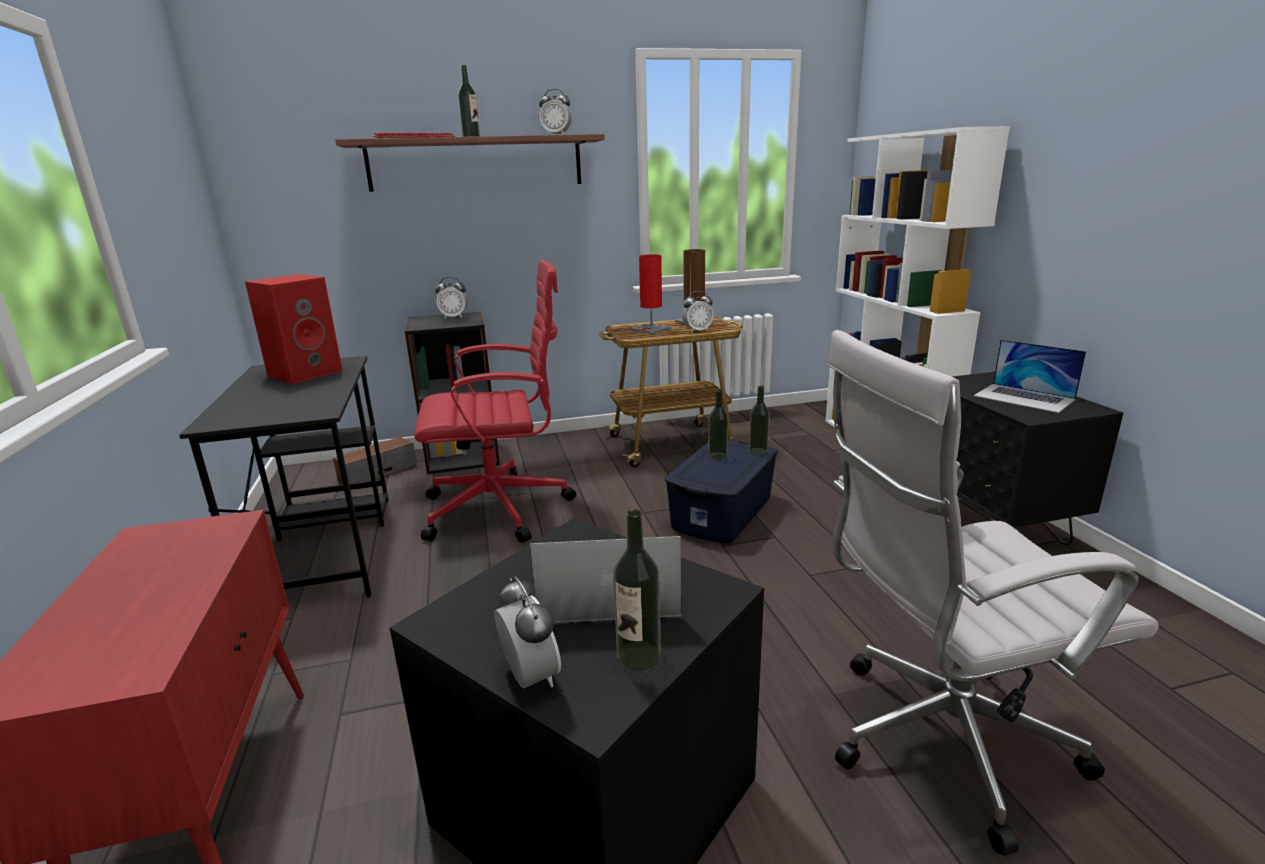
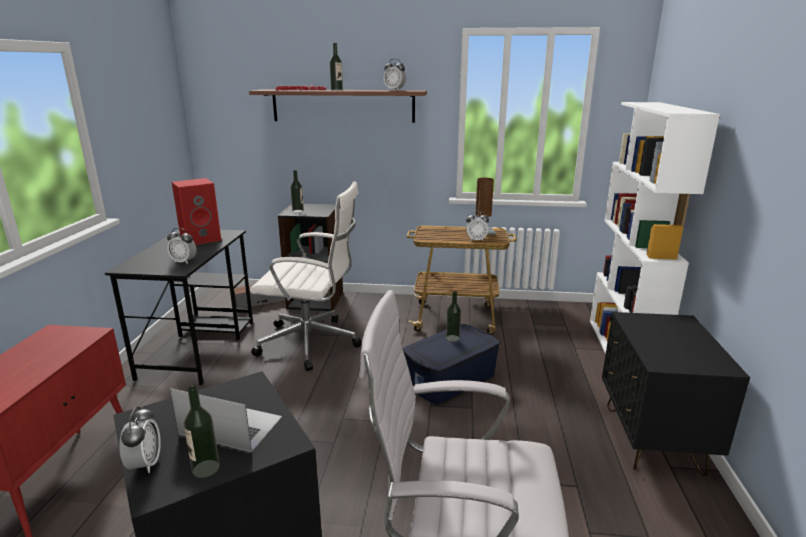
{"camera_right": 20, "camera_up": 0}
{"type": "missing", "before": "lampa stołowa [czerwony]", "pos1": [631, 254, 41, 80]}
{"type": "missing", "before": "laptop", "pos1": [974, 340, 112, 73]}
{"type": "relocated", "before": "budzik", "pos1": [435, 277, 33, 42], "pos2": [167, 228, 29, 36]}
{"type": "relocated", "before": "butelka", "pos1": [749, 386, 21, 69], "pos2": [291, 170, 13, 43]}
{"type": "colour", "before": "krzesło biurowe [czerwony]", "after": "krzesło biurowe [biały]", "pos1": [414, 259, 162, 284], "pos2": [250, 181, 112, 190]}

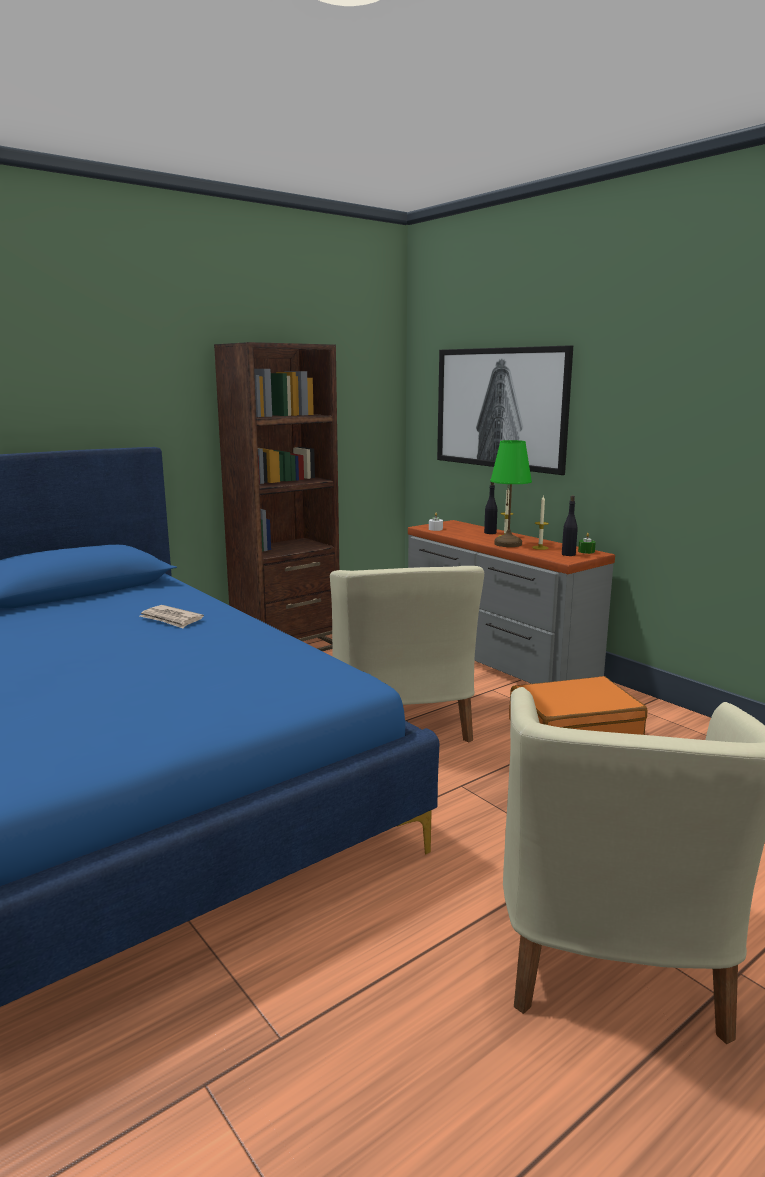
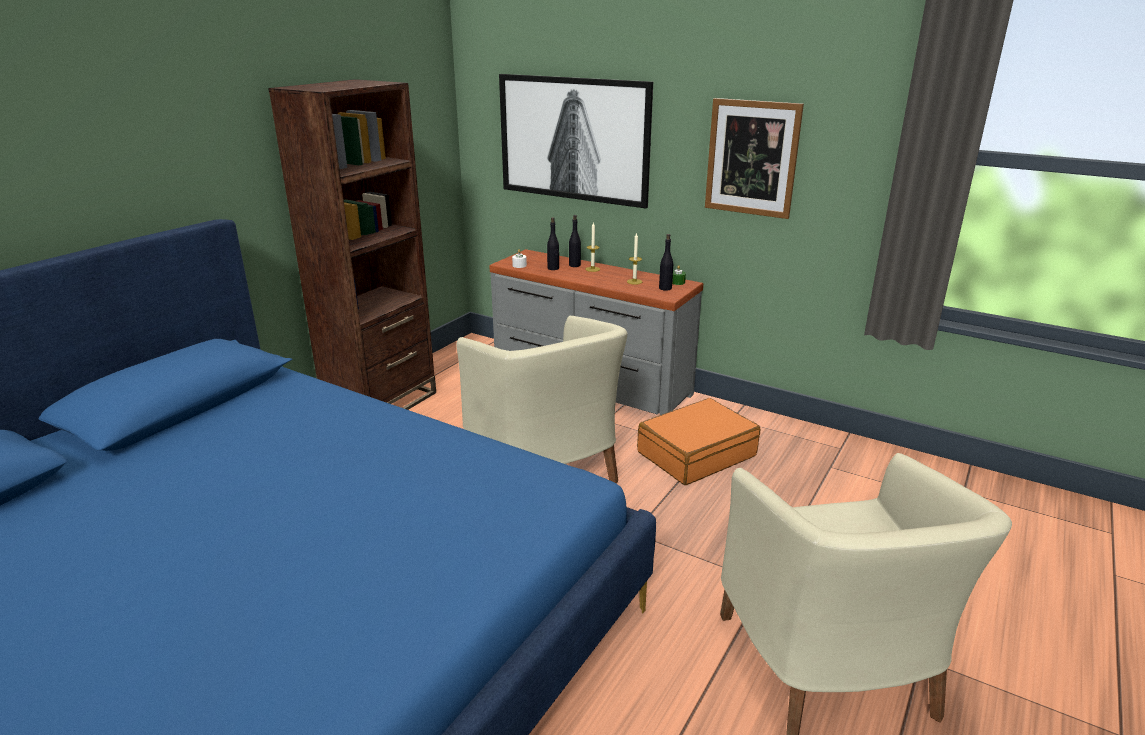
{"camera_right": -20, "camera_up": 10}
{"type": "missing", "before": "gazeta", "pos1": [140, 605, 64, 23]}
{"type": "missing", "before": "lampa stołowa [zielony]", "pos1": [490, 440, 42, 107]}
{"type": "appeared", "after": "butelka [czarny]", "pos2": [547, 217, 12, 53]}
{"type": "appeared", "after": "obraz", "pos2": [705, 98, 99, 121]}

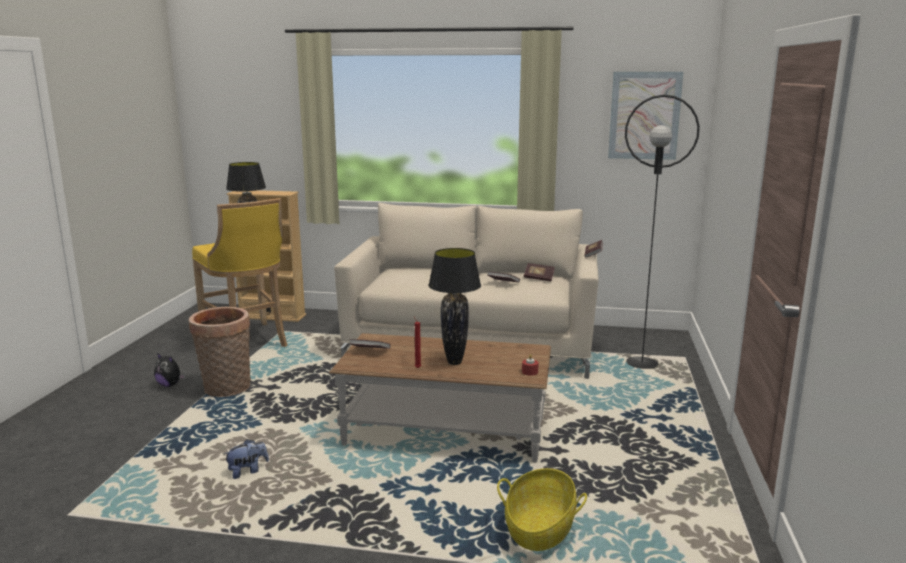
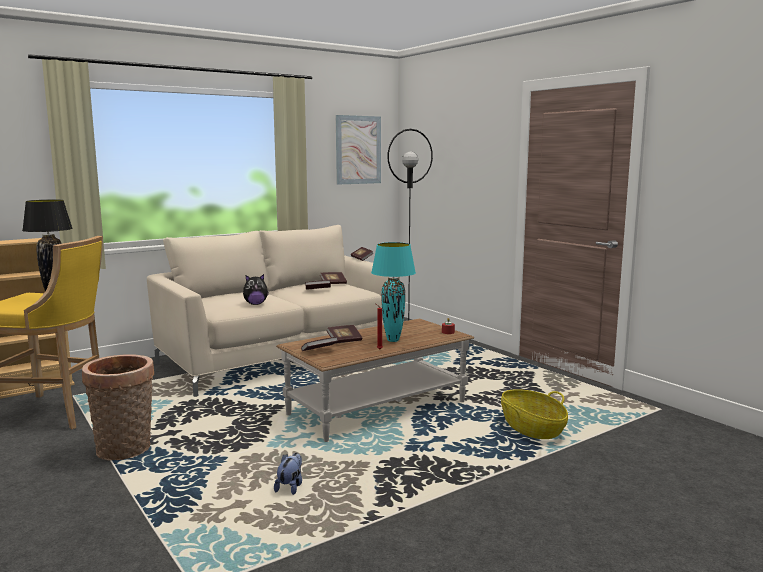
{"camera_right": -45, "camera_up": -5}
{"type": "appeared", "after": "książka", "pos2": [327, 325, 35, 19]}
{"type": "relocated", "before": "pluszak", "pos1": [154, 353, 31, 34], "pos2": [243, 274, 26, 31]}
{"type": "colour", "before": "lampa stołowa [czarny]", "after": "lampa stołowa [turkusowy]", "pos1": [428, 248, 53, 117], "pos2": [371, 242, 45, 100]}

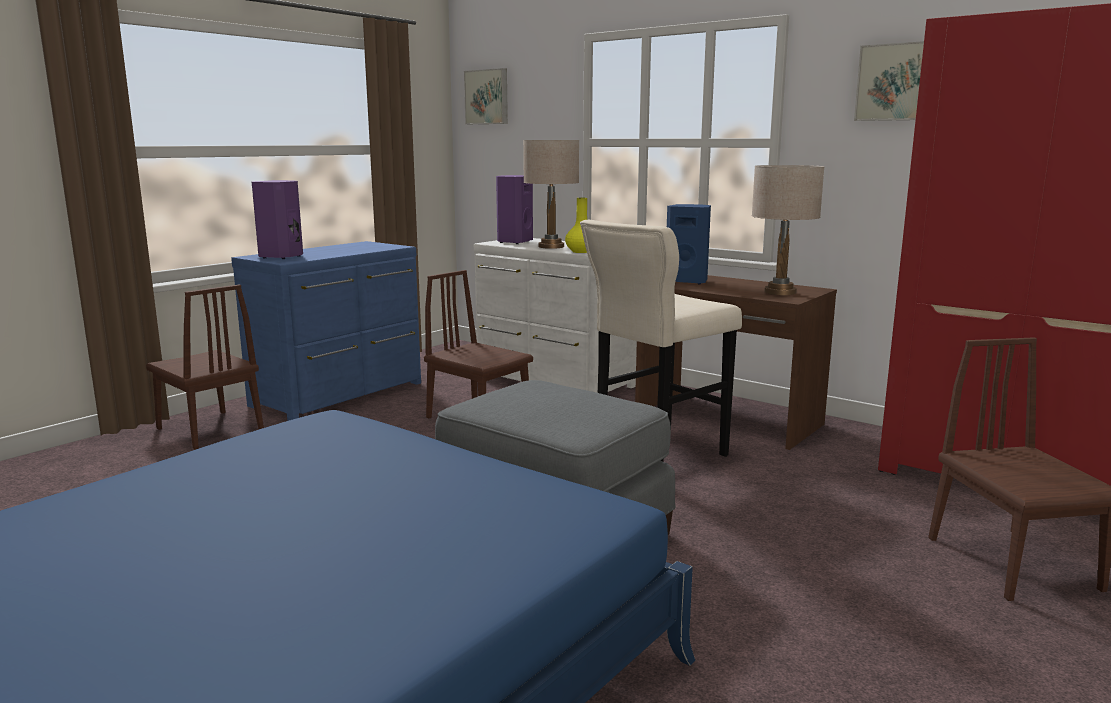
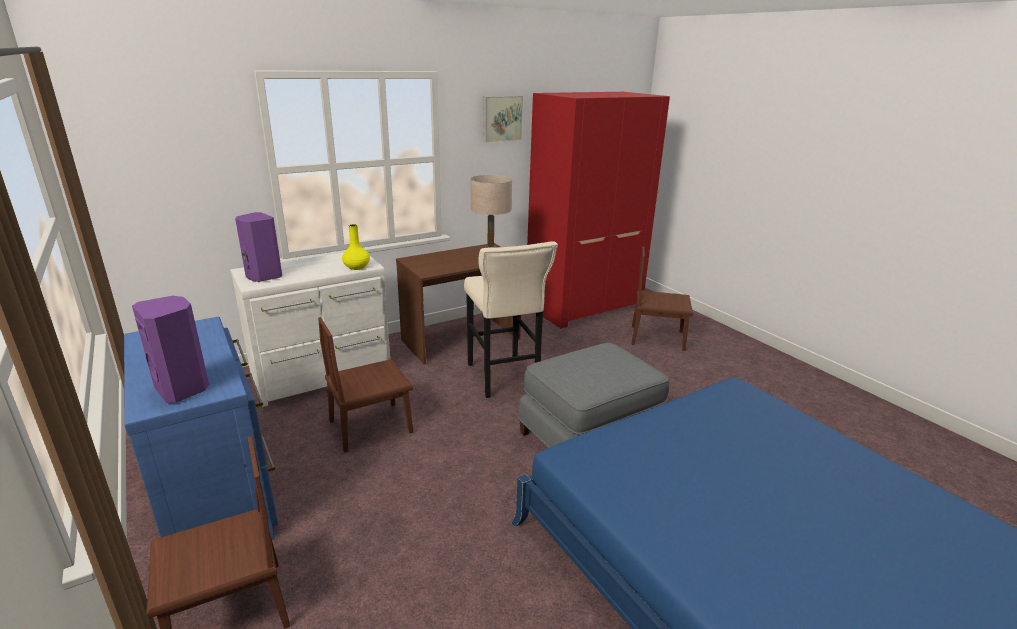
{"camera_right": -70, "camera_up": 10}
{"type": "missing", "before": "obraz", "pos1": [464, 68, 44, 56]}
{"type": "missing", "before": "lampa stołowa [beżowy]", "pos1": [523, 140, 56, 109]}
{"type": "missing", "before": "głośnik [niebieski]", "pos1": [667, 204, 44, 80]}

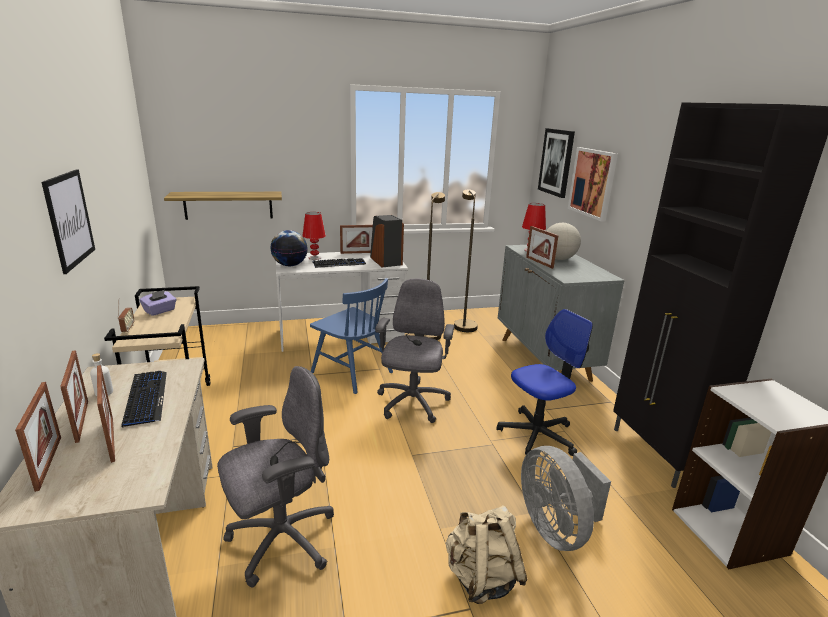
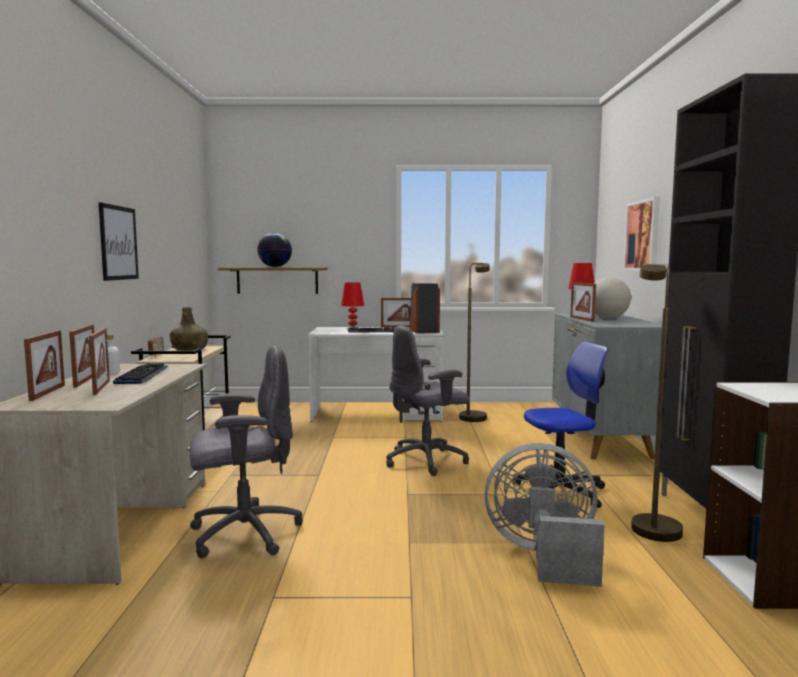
{"camera_right": 15, "camera_up": -15}
{"type": "missing", "before": "krzesło [niebieski]", "pos1": [310, 278, 83, 116]}
{"type": "missing", "before": "plecak [beżowy]", "pos1": [446, 505, 82, 99]}
{"type": "missing", "before": "obraz", "pos1": [538, 128, 37, 70]}
{"type": "relocated", "before": "globus", "pos1": [270, 230, 38, 36], "pos2": [257, 233, 35, 34]}
{"type": "relocated", "before": "lampa stojąca [brązowy]", "pos1": [454, 189, 24, 143], "pos2": [631, 264, 52, 278]}
{"type": "exchanged", "before": "pudełko chusteczek [fioletowy]", "after": "butelka [zielony]", "pos1": [140, 290, 36, 26], "pos2": [170, 307, 38, 44]}
{"type": "spun", "before": "krzesło biurowe [szary]", "pos1": [375, 279, 80, 144], "pos2": [386, 325, 84, 151], "turn": -135}
{"type": "spun", "before": "wentylator [szary]", "pos1": [521, 446, 90, 105], "pos2": [485, 443, 119, 144], "turn": 105}

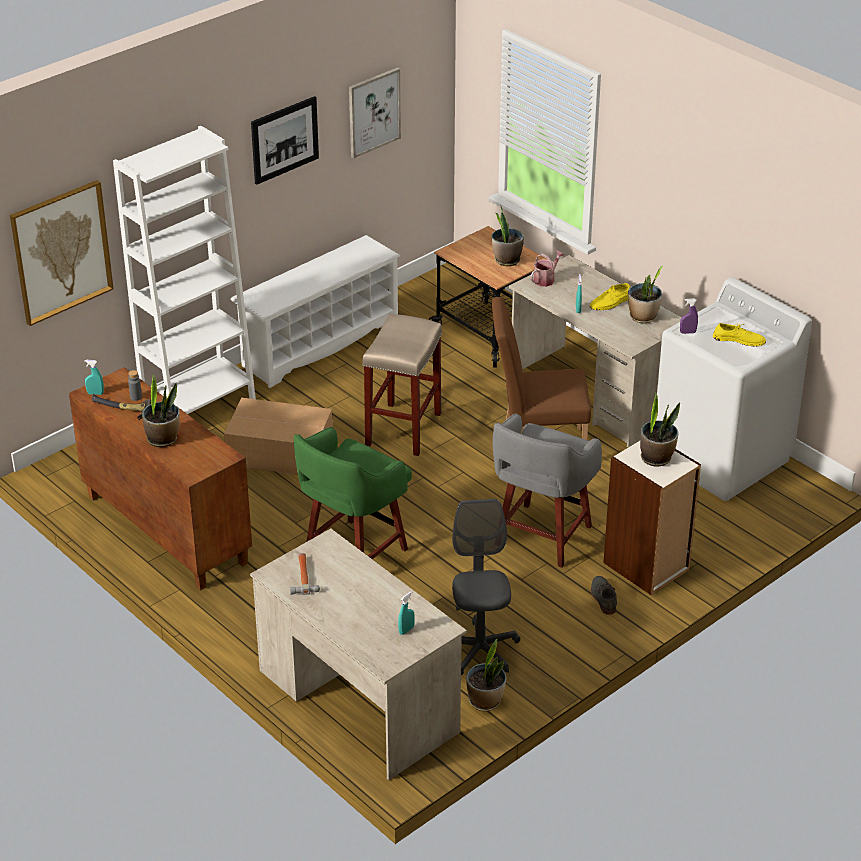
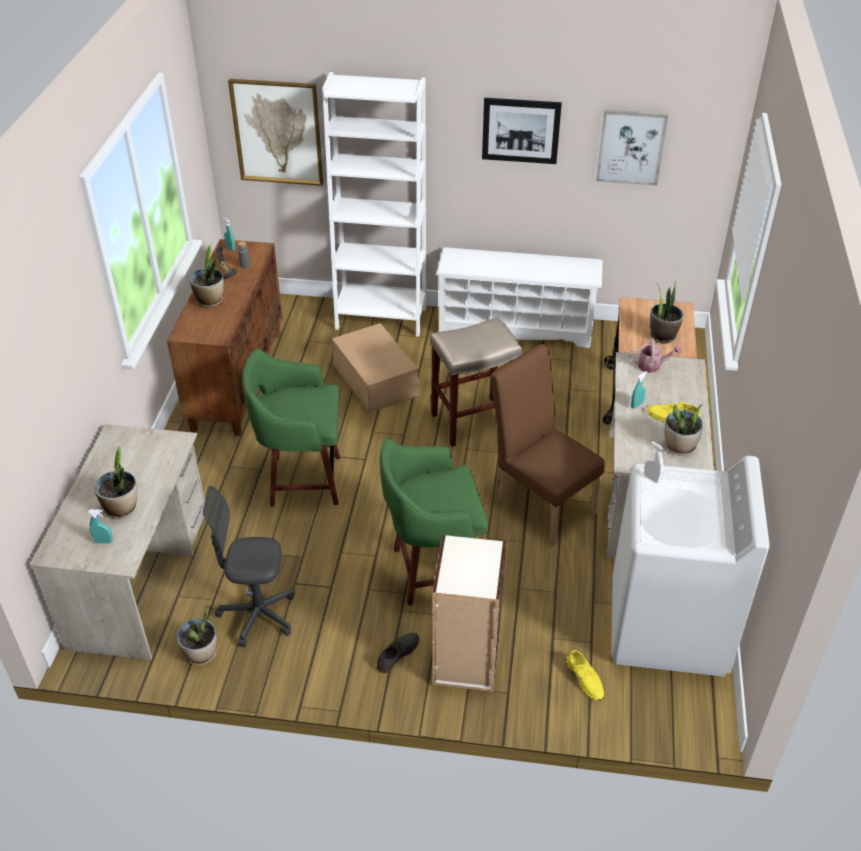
{"camera_right": 50, "camera_up": 5}
{"type": "missing", "before": "młotek", "pos1": [290, 553, 30, 42]}
{"type": "relocated", "before": "roślina doniczkowa", "pos1": [640, 392, 40, 74], "pos2": [94, 445, 43, 74]}
{"type": "relocated", "before": "but [żółty]", "pos1": [713, 323, 53, 23], "pos2": [566, 650, 38, 51]}
{"type": "colour", "before": "stołek [szary]", "after": "stołek [zielony]", "pos1": [493, 413, 109, 155], "pos2": [380, 438, 108, 168]}
{"type": "colour", "before": "spryskiwacz [fioletowy]", "after": "spryskiwacz [biały]", "pos1": [680, 298, 18, 36], "pos2": [644, 441, 20, 42]}
{"type": "spun", "before": "krzesło biurowe [szary]", "pos1": [452, 499, 68, 176], "pos2": [203, 486, 92, 162], "turn": -135}

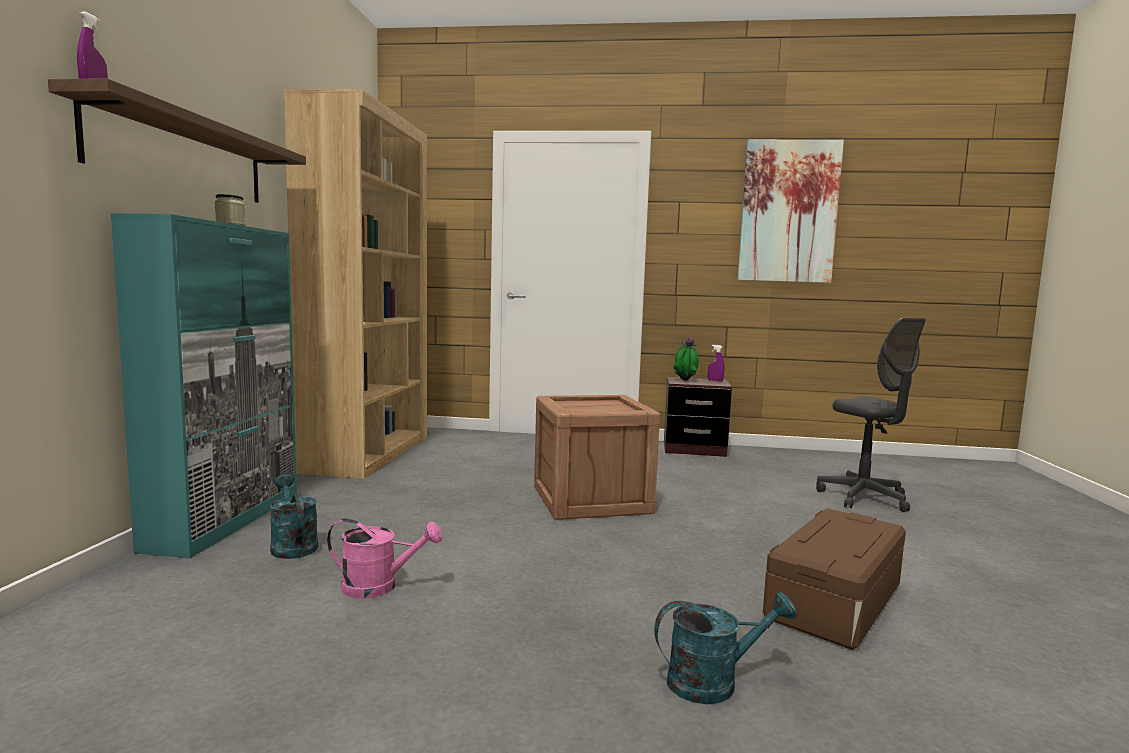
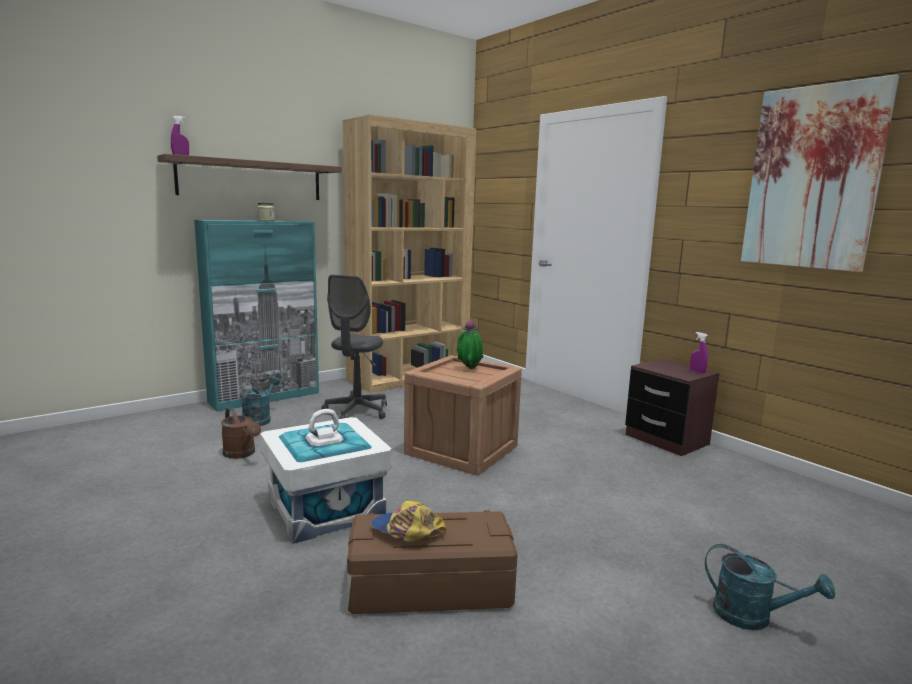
{"camera_right": 45, "camera_up": 5}
{"type": "appeared", "after": "pojemnik do przechowywania [biały]", "pos2": [260, 409, 132, 135]}
{"type": "appeared", "after": "czapka z daszkiem", "pos2": [371, 501, 75, 41]}
{"type": "relocated", "before": "konewka [turkusowy]", "pos1": [654, 592, 143, 112], "pos2": [705, 544, 130, 86]}
{"type": "relocated", "before": "roślina doniczkowa", "pos1": [673, 336, 26, 45], "pos2": [457, 320, 27, 49]}
{"type": "relocated", "before": "krzesło biurowe [szary]", "pos1": [816, 318, 110, 194], "pos2": [321, 275, 66, 144]}
{"type": "colour", "before": "konewka [różowy]", "after": "konewka [brązowy]", "pos1": [327, 519, 115, 80], "pos2": [221, 408, 40, 51]}

